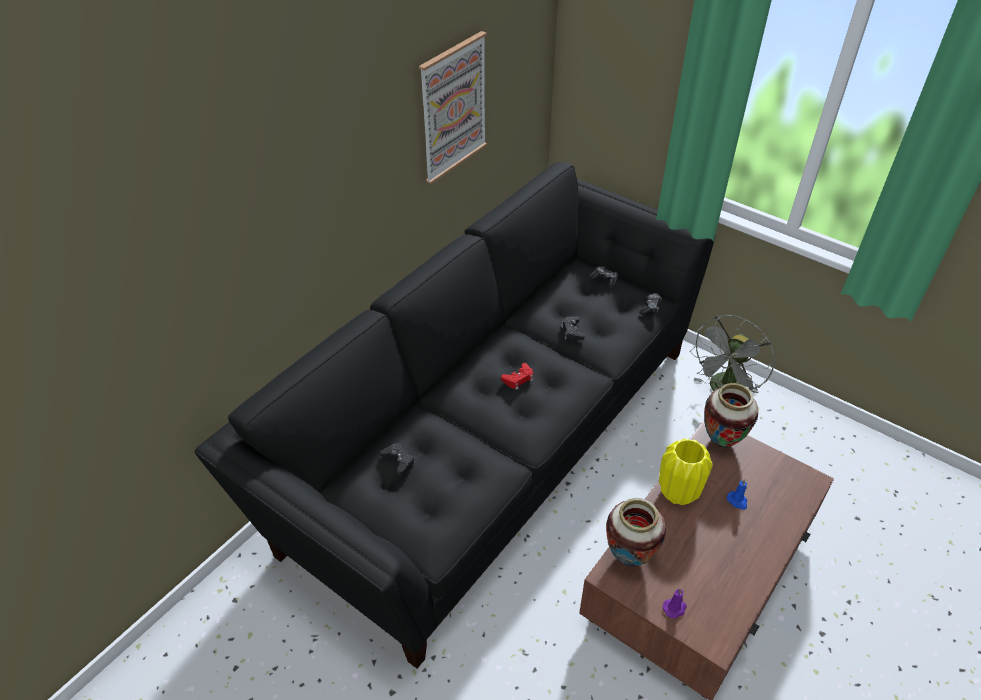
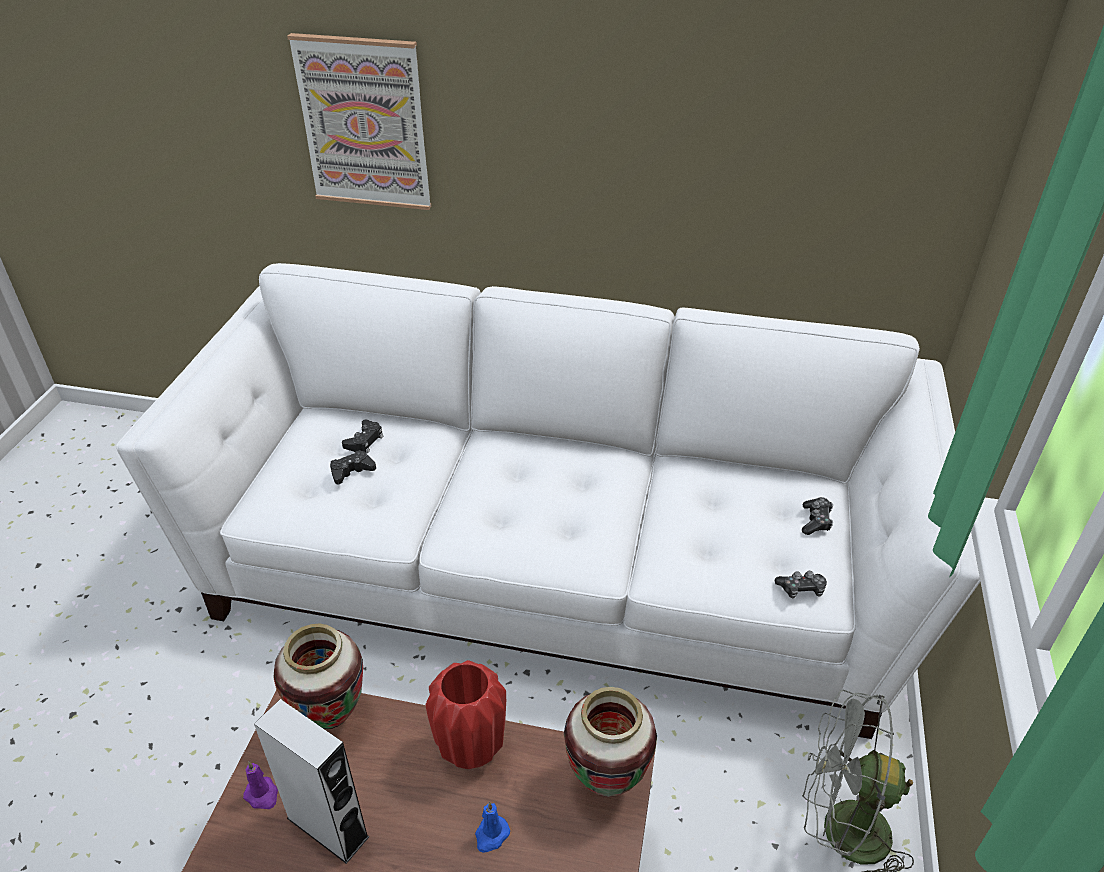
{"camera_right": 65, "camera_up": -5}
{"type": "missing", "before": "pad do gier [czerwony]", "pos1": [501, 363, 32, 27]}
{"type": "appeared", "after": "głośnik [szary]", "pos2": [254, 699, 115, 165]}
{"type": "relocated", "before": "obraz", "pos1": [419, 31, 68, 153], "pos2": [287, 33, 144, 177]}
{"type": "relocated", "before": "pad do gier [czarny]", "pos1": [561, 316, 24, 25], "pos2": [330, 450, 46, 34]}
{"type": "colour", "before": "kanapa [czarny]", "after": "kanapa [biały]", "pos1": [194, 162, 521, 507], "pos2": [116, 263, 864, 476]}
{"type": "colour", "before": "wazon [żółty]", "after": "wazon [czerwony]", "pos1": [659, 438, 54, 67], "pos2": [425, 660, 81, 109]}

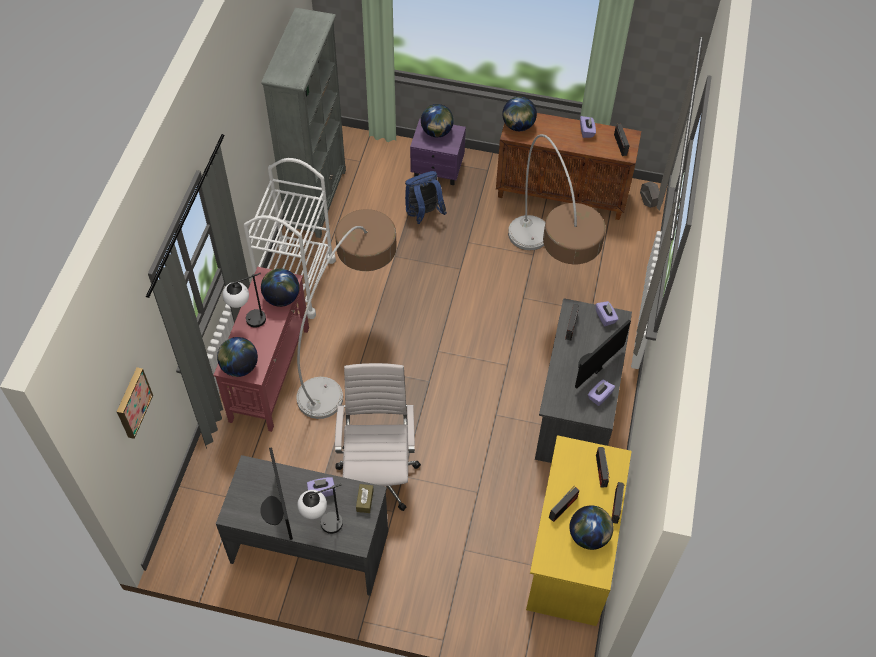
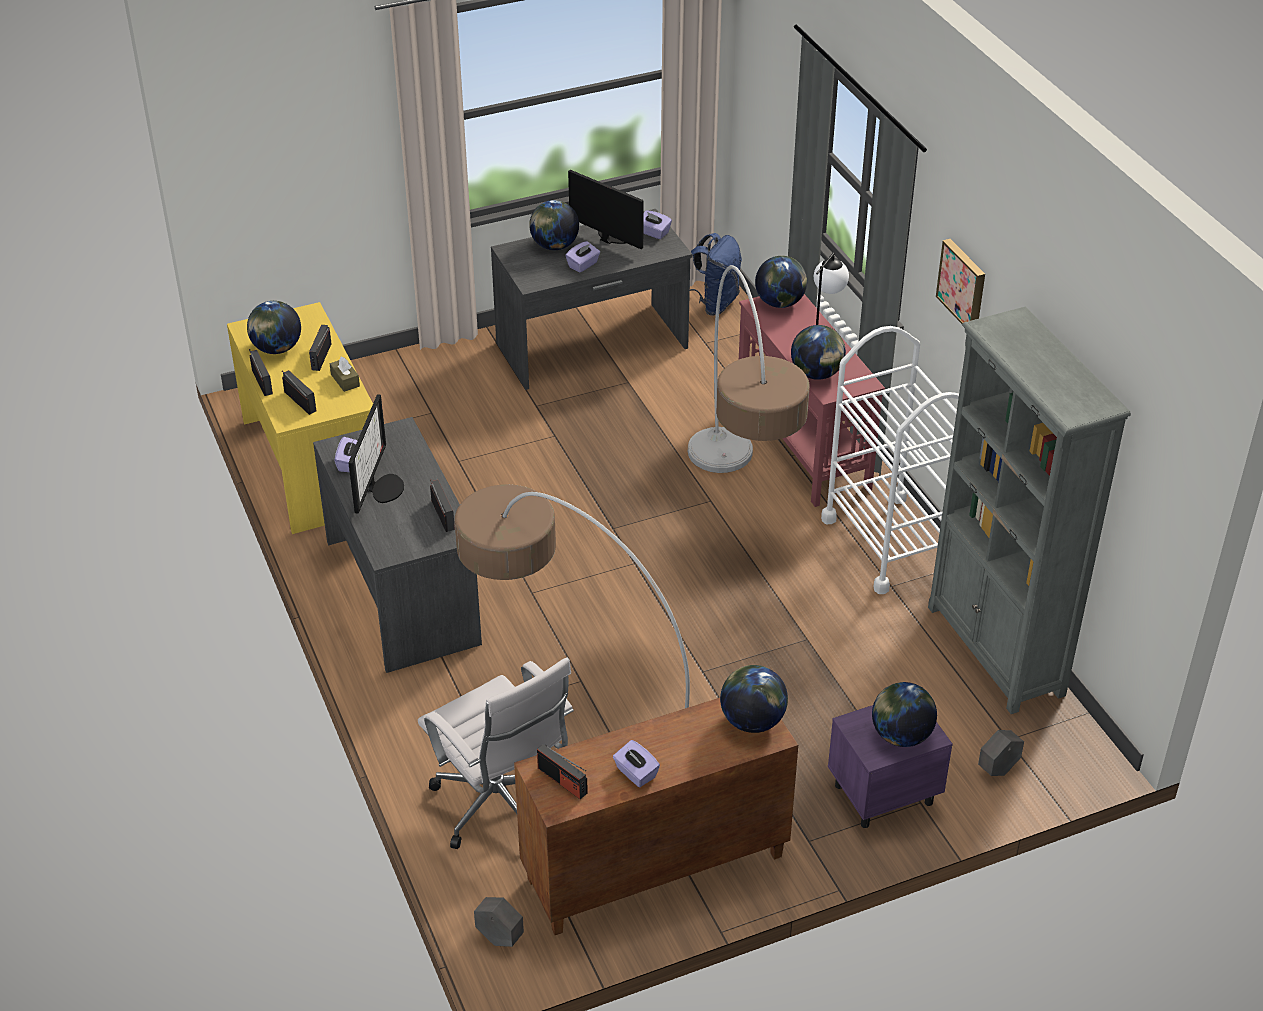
{"camera_right": 145, "camera_up": -15}
{"type": "appeared", "after": "donica [szary]", "pos2": [978, 730, 46, 46]}
{"type": "relocated", "before": "obraz", "pos1": [117, 367, 36, 72], "pos2": [936, 239, 49, 85]}
{"type": "relocated", "before": "krzesło biurowe [biały]", "pos1": [335, 363, 86, 148], "pos2": [418, 657, 156, 192]}
{"type": "relocated", "before": "pudełko chusteczek [brązowy]", "pos1": [356, 484, 18, 29], "pos2": [330, 357, 30, 35]}
{"type": "relocated", "before": "plecak [niebieski]", "pos1": [405, 171, 42, 53], "pos2": [690, 233, 52, 82]}
{"type": "relocated", "before": "pudełko chusteczek [fioletowy]", "pos1": [596, 301, 23, 25], "pos2": [643, 211, 29, 28]}
{"type": "exchanged", "before": "lampa stołowa", "after": "globus", "pos1": [297, 484, 46, 50], "pos2": [529, 200, 50, 50]}

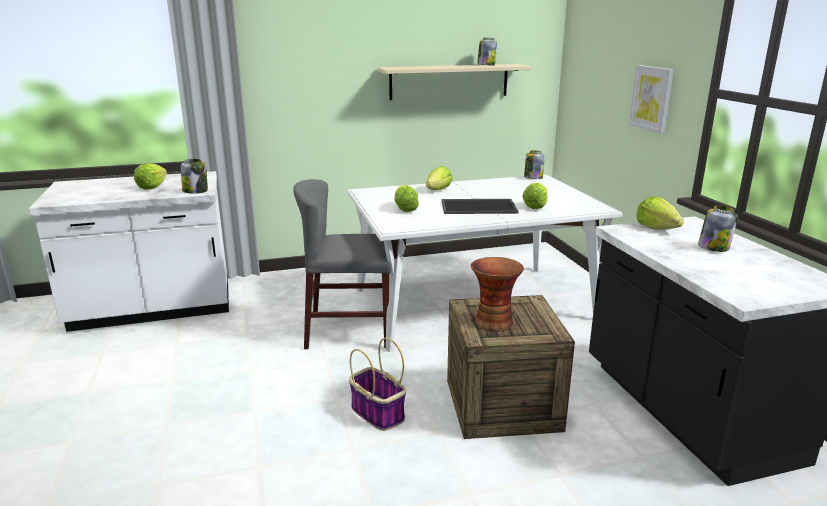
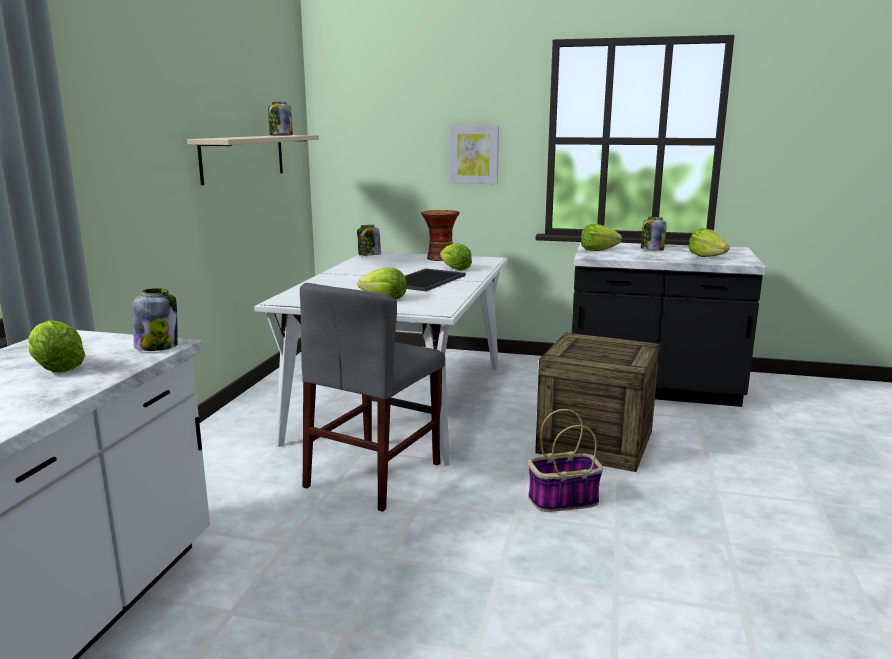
{"camera_right": -60, "camera_up": -5}
{"type": "relocated", "before": "sałata", "pos1": [426, 166, 27, 24], "pos2": [688, 228, 42, 29]}
{"type": "relocated", "before": "wazon", "pos1": [471, 257, 53, 74], "pos2": [421, 210, 39, 51]}

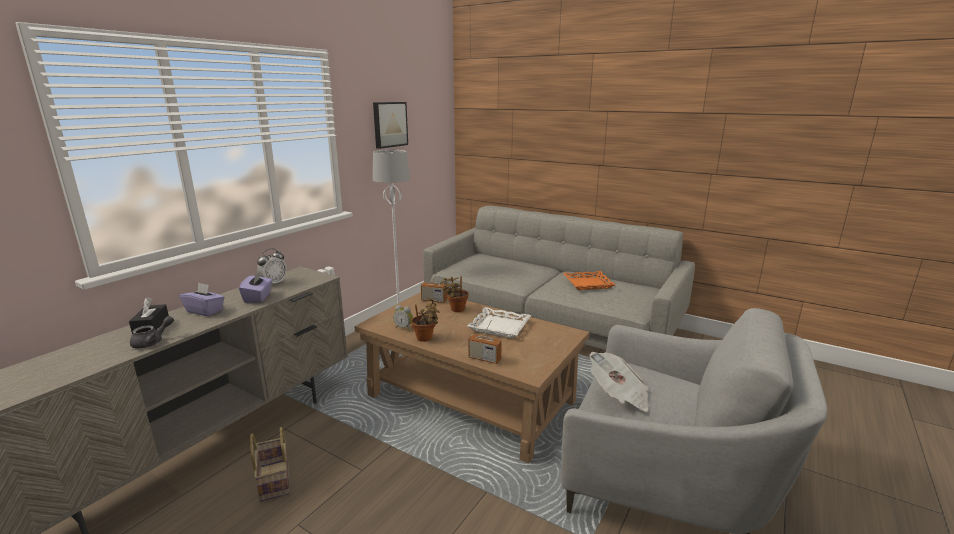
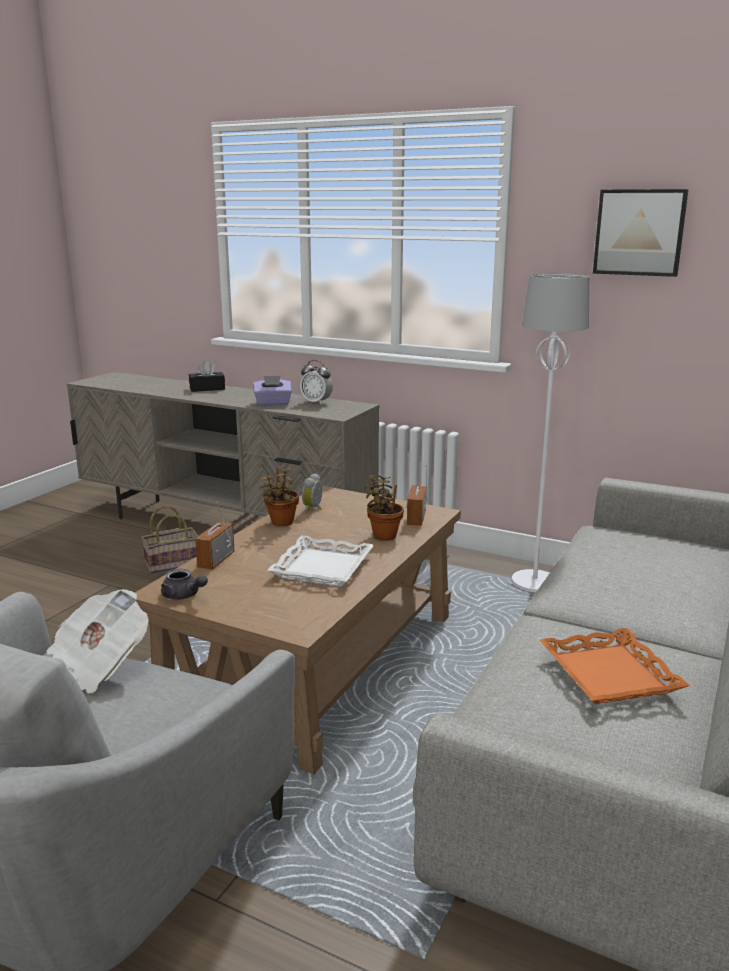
{"camera_right": 85, "camera_up": 0}
{"type": "missing", "before": "pudełko chusteczek [fioletowy]", "pos1": [179, 283, 46, 33]}
{"type": "relocated", "before": "imbryk [szary]", "pos1": [130, 316, 44, 32], "pos2": [161, 569, 47, 31]}

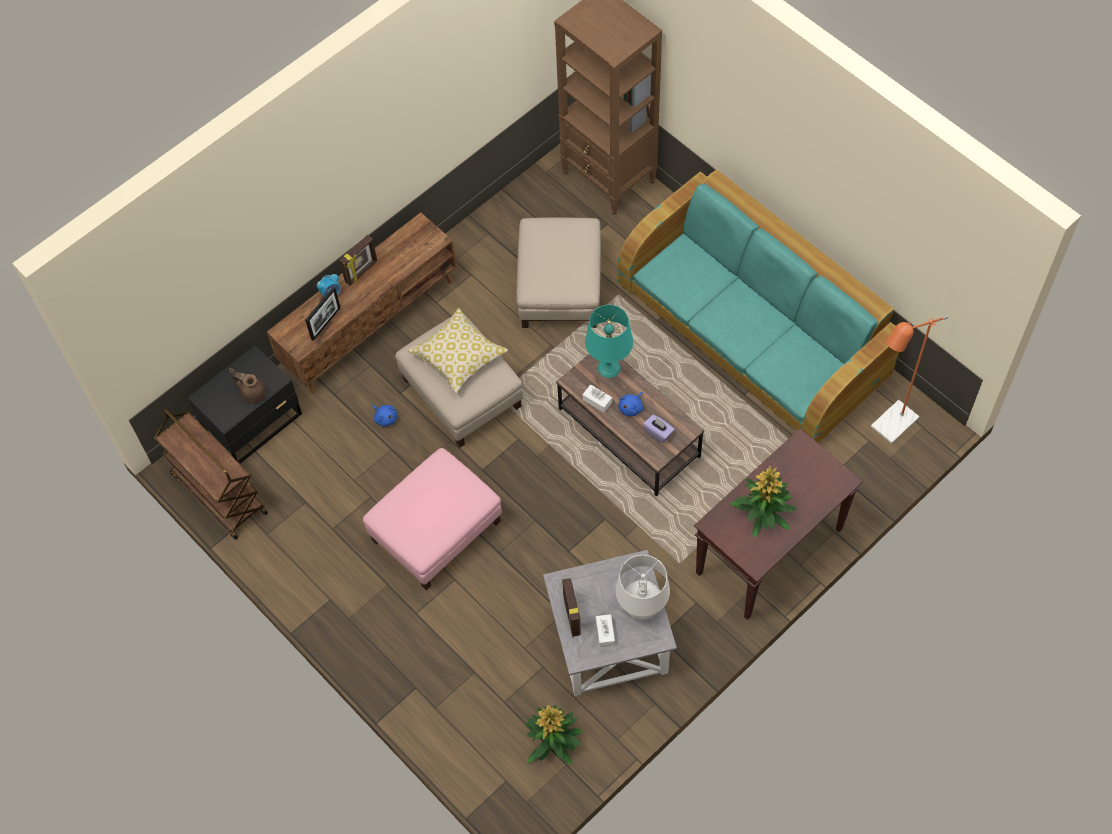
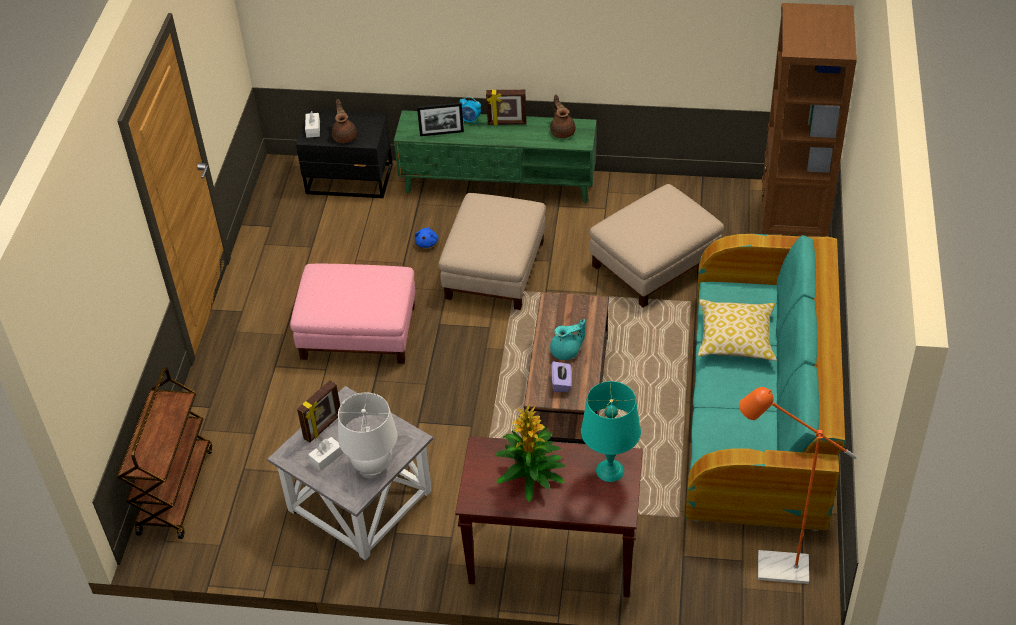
{"camera_right": 50, "camera_up": -15}
{"type": "missing", "before": "roślina doniczkowa", "pos1": [525, 704, 58, 60]}
{"type": "appeared", "after": "imbryk [brązowy]", "pos2": [550, 95, 26, 44]}
{"type": "relocated", "before": "wózek [brązowy]", "pos1": [154, 409, 114, 131], "pos2": [117, 367, 95, 172]}
{"type": "relocated", "before": "poduszka", "pos1": [408, 308, 100, 86], "pos2": [698, 299, 79, 62]}
{"type": "relocated", "before": "pudełko chusteczek [biały]", "pos1": [583, 385, 29, 28], "pos2": [305, 111, 15, 27]}
{"type": "relocated", "before": "lampa stołowa [turkusowy]", "pos1": [585, 305, 48, 73], "pos2": [581, 381, 60, 101]}
{"type": "exchanged", "before": "pluszak [niebieski]", "after": "imbryk [turkusowy]", "pos1": [618, 392, 25, 24], "pos2": [550, 319, 35, 41]}
{"type": "colour", "before": "szafka pod telewizor [brązowy]", "after": "szafka pod telewizor [zielony]", "pos1": [267, 212, 190, 182], "pos2": [394, 110, 203, 93]}

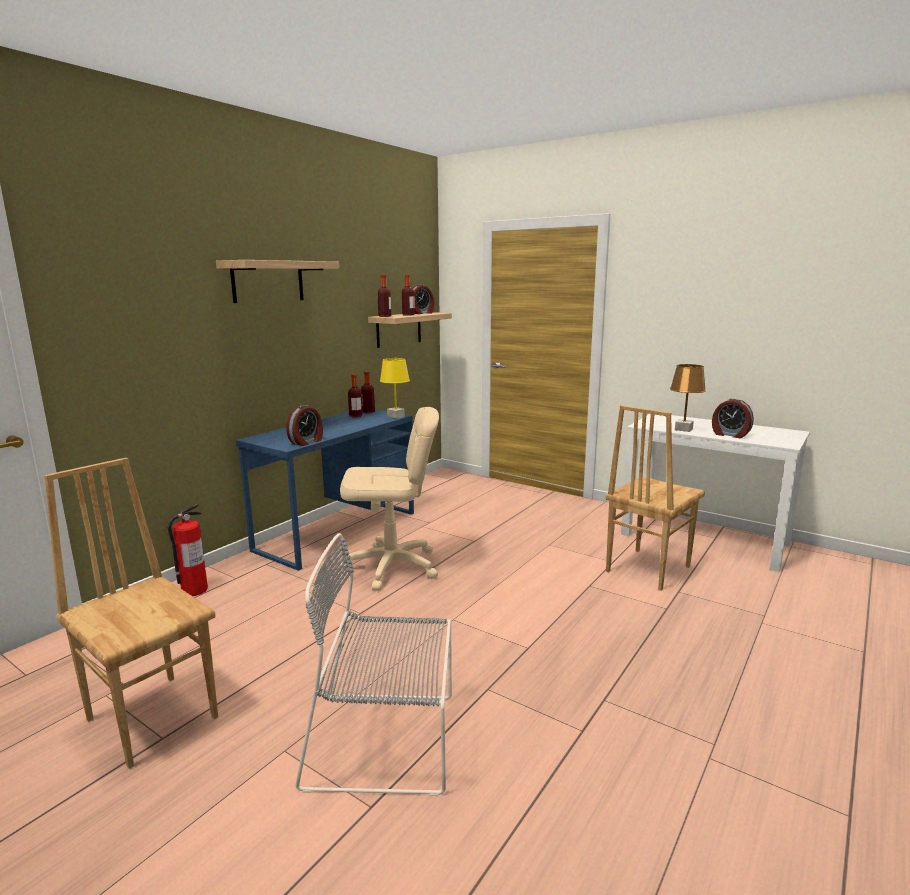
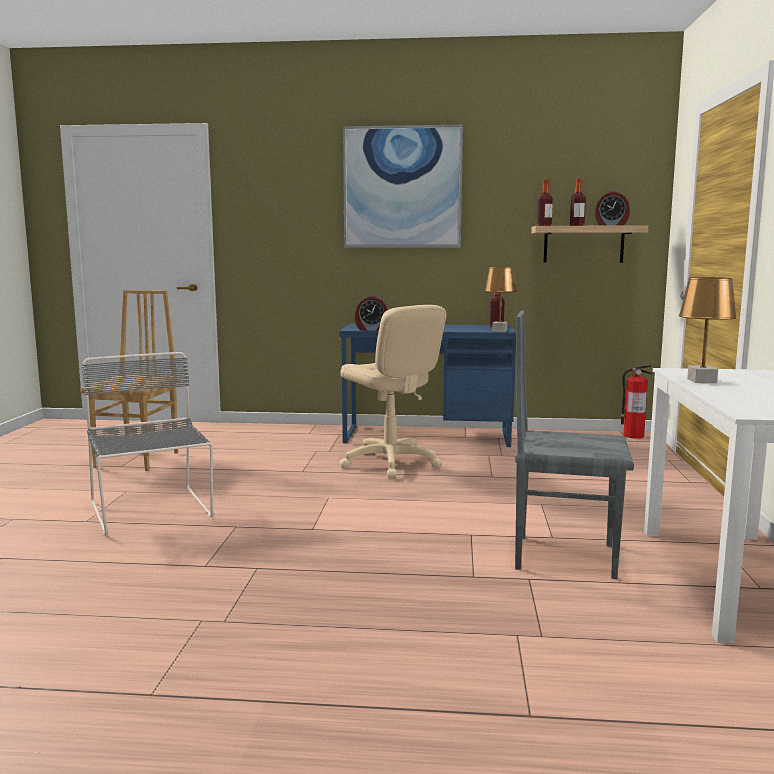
{"camera_right": 60, "camera_up": -5}
{"type": "missing", "before": "butelka", "pos1": [348, 374, 15, 44]}
{"type": "missing", "before": "budzik", "pos1": [712, 398, 42, 40]}
{"type": "relocated", "before": "gaśnica", "pos1": [167, 504, 41, 92], "pos2": [621, 365, 31, 74]}
{"type": "exchanged", "before": "półka", "after": "obraz", "pos1": [216, 260, 123, 43], "pos2": [343, 125, 120, 123]}
{"type": "colour", "before": "lampa stołowa [żółty]", "after": "lampa stołowa [brązowy]", "pos1": [380, 358, 30, 60], "pos2": [484, 267, 33, 65]}
{"type": "colour", "before": "krzesło [brązowy]", "after": "krzesło [szary]", "pos1": [606, 405, 99, 186], "pos2": [515, 310, 119, 269]}

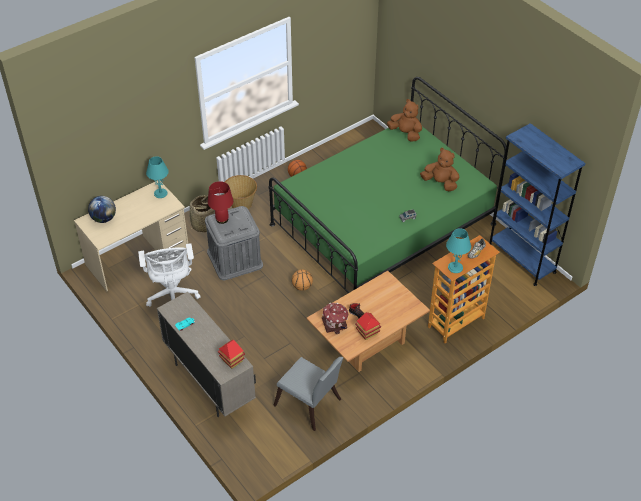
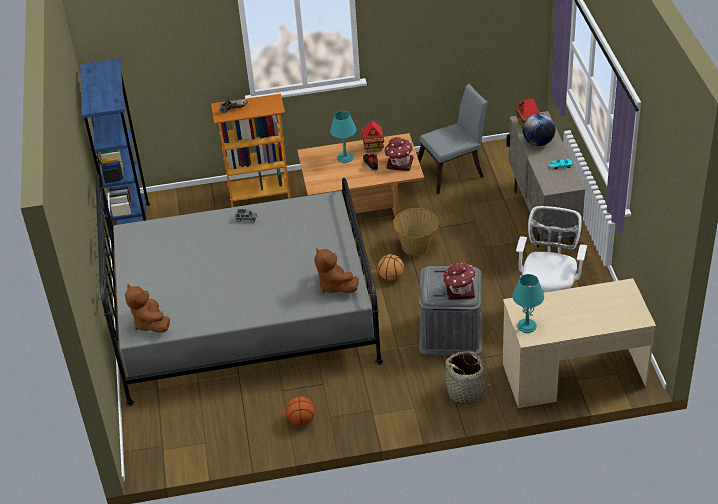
{"camera_right": -150, "camera_up": -5}
{"type": "relocated", "before": "globus", "pos1": [88, 196, 28, 27], "pos2": [523, 113, 32, 33]}
{"type": "relocated", "before": "koszyk", "pos1": [224, 175, 33, 34], "pos2": [393, 208, 46, 48]}
{"type": "relocated", "before": "pluszak [brązowy]", "pos1": [420, 148, 39, 43], "pos2": [314, 247, 45, 46]}
{"type": "relocated", "before": "lampa stołowa [turkusowy]", "pos1": [446, 228, 25, 45], "pos2": [330, 111, 26, 52]}
{"type": "exchanged", "before": "lampa stołowa [czerwony]", "after": "domek", "pos1": [208, 181, 25, 43], "pos2": [443, 263, 33, 37]}
{"type": "colour", "before": "łóżko [zielony]", "after": "łóżko [szary]", "pos1": [269, 77, 237, 216], "pos2": [95, 174, 288, 232]}
{"type": "spun", "before": "krzesło [szary]", "pos1": [273, 357, 70, 74], "pos2": [418, 84, 70, 110], "turn": 90}

